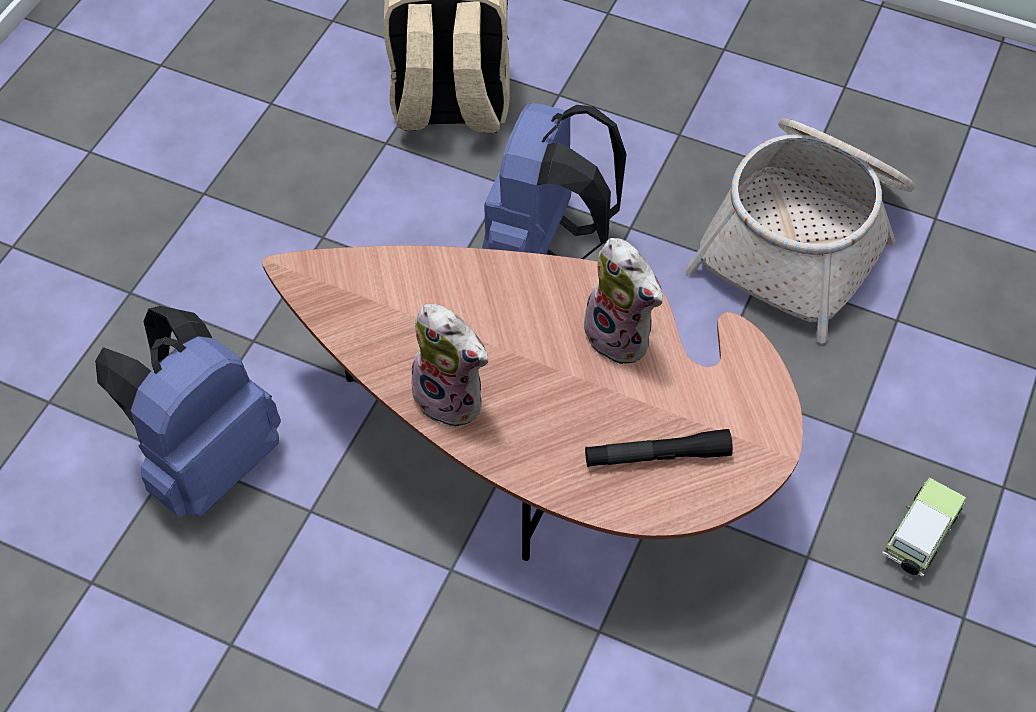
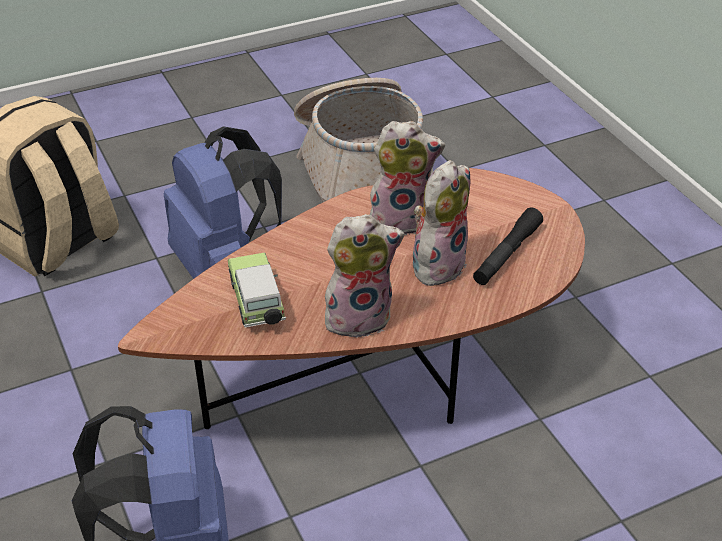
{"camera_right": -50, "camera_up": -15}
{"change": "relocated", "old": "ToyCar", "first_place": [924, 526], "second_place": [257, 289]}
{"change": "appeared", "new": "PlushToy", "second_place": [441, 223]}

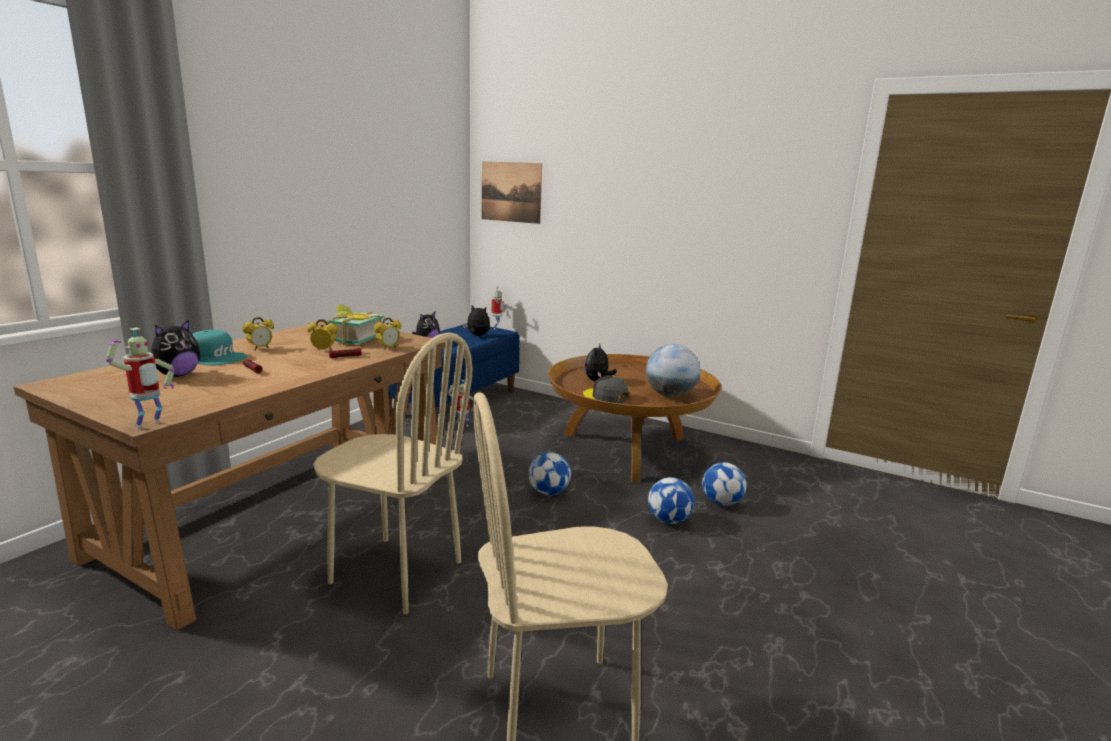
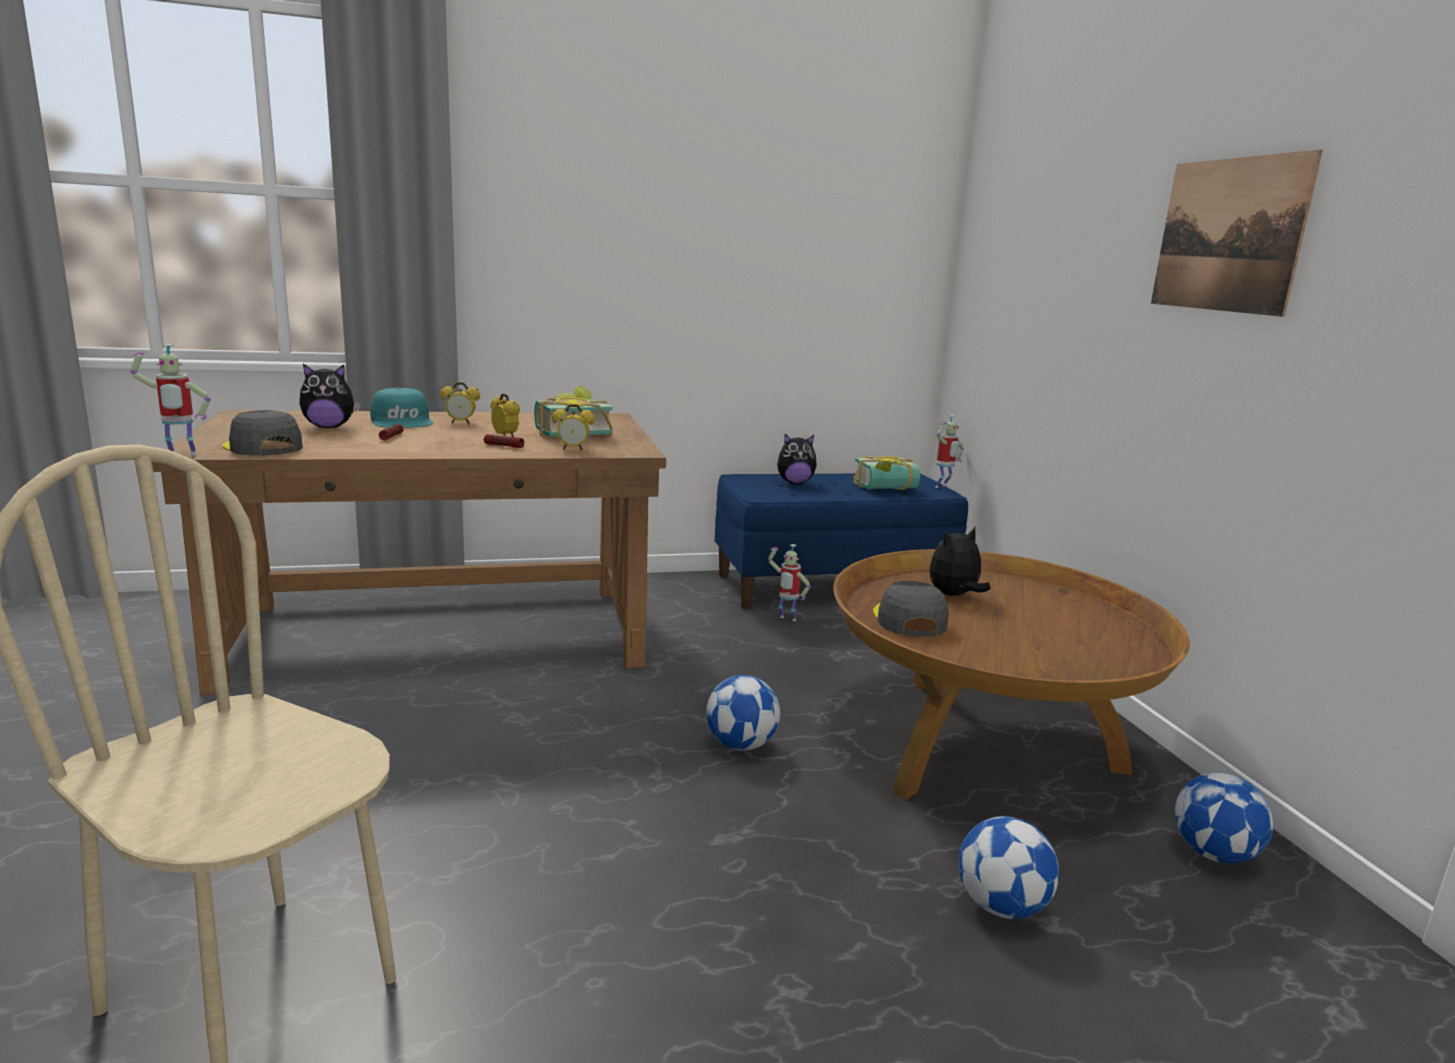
{"camera_right": 45, "camera_up": 0}
{"change": "relocated", "old": "Picture", "first_place": [512, 193], "second_place": [1237, 233]}
{"change": "exchanged", "old": "PlushToy", "new": "Book", "first_place": [476, 320], "second_place": [886, 473]}
{"change": "missing", "old": "BeigeChair", "first_place": [392, 473]}
{"change": "missing", "old": "Globe", "first_place": [673, 370]}
{"change": "relocated", "old": "Football", "first_place": [671, 500], "second_place": [1224, 818]}
{"change": "appeared", "new": "GreyCap", "second_place": [262, 433]}

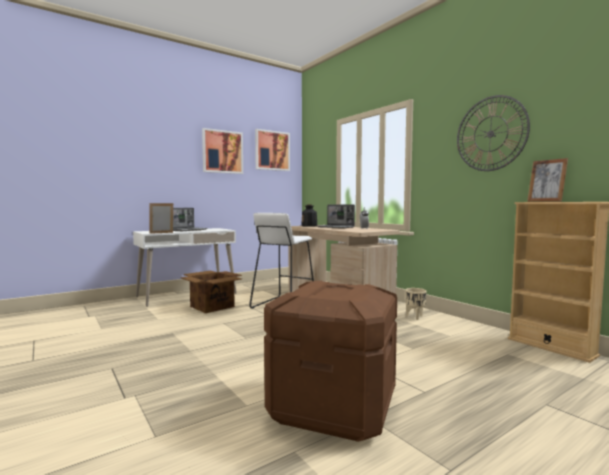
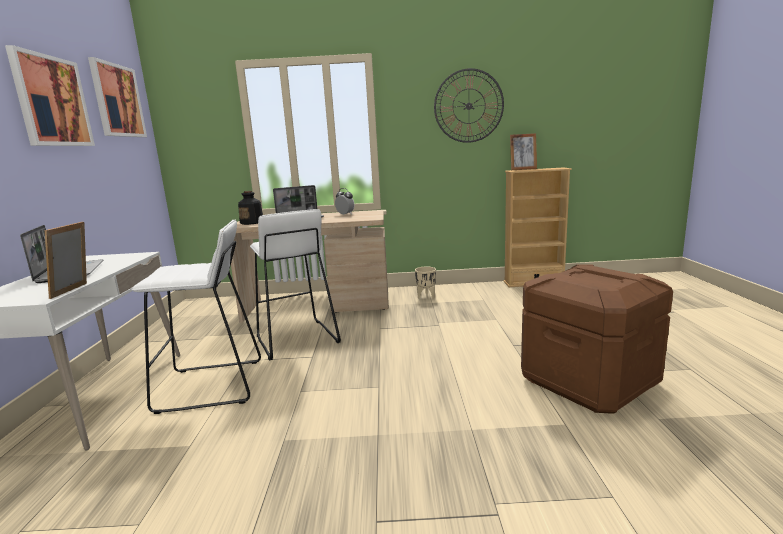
{"camera_right": -55, "camera_up": 10}
{"change": "exchanged", "old": "CardboardBox", "new": "WhiteStool", "first_place": [211, 292], "second_place": [196, 316]}

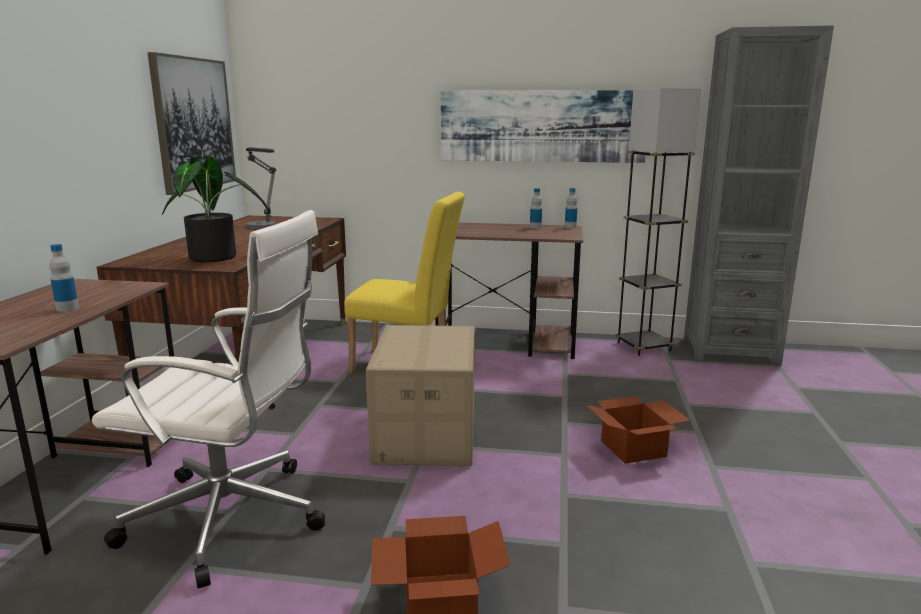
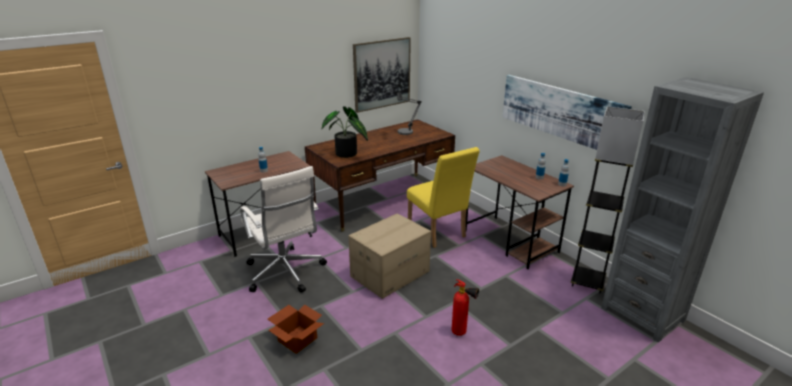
{"camera_right": 45, "camera_up": 10}
{"change": "exchanged", "old": "CardboardBox", "new": "FireExtinguisher", "first_place": [638, 430], "second_place": [465, 307]}

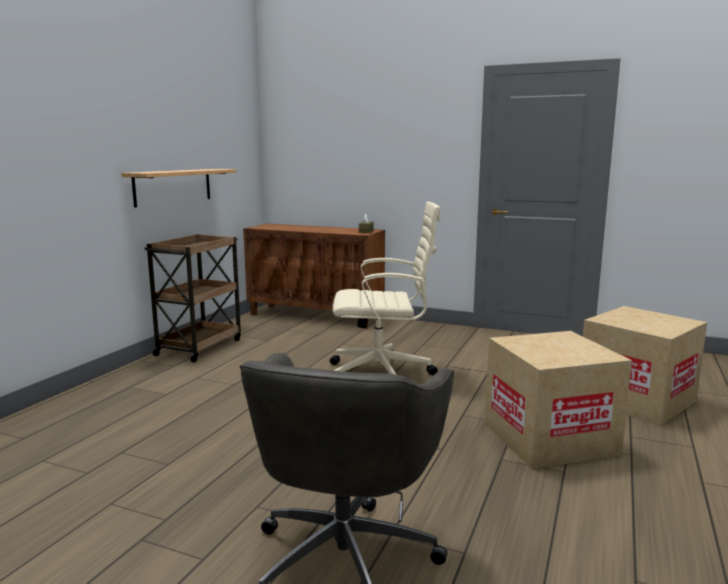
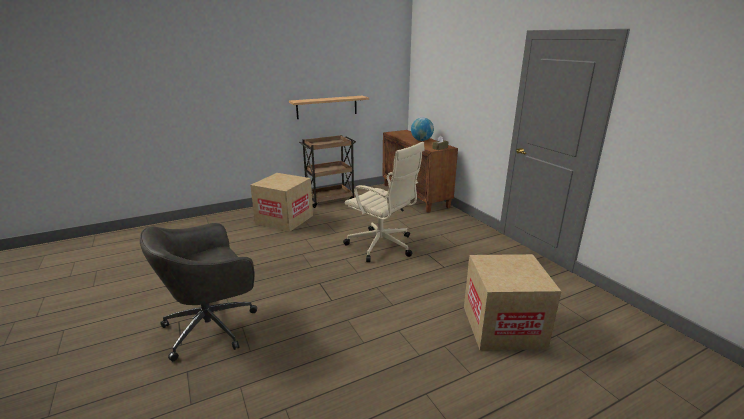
{"camera_right": 40, "camera_up": 10}
{"change": "relocated", "old": "CardboardBox", "first_place": [558, 400], "second_place": [281, 202]}
{"change": "appeared", "new": "Globe", "second_place": [422, 129]}

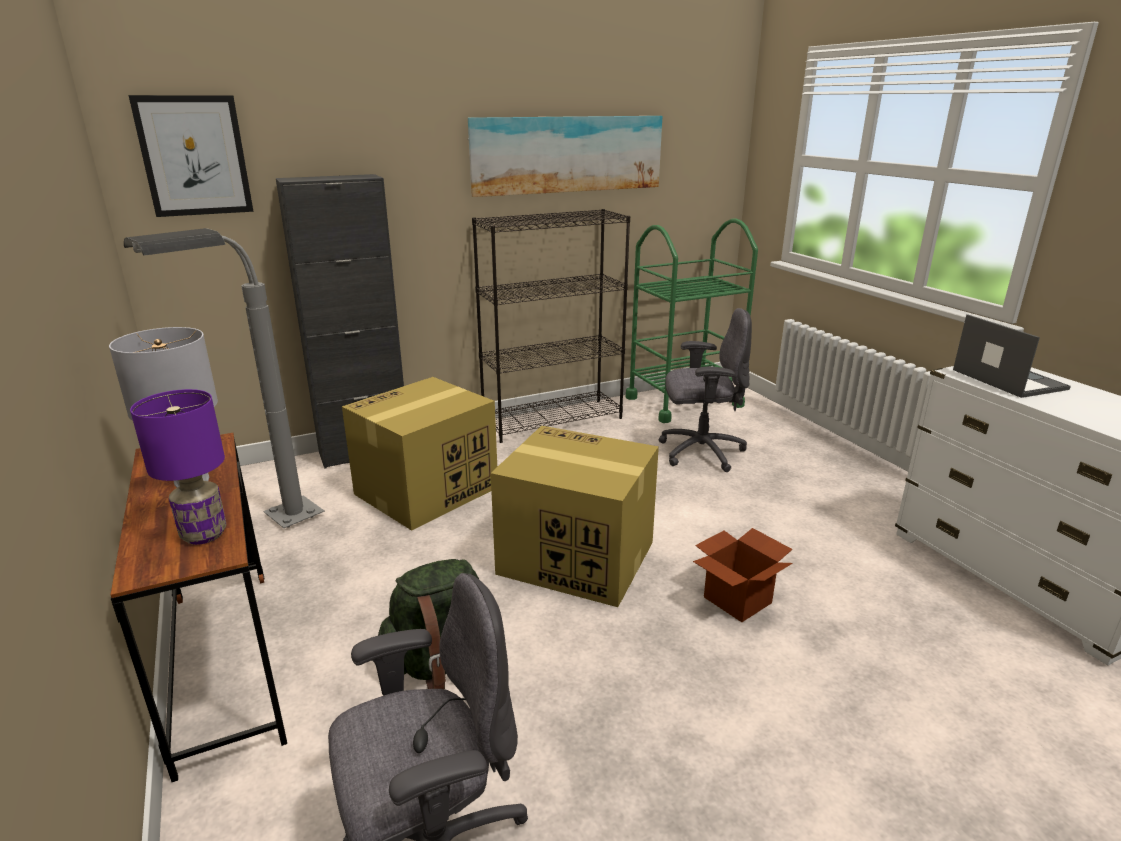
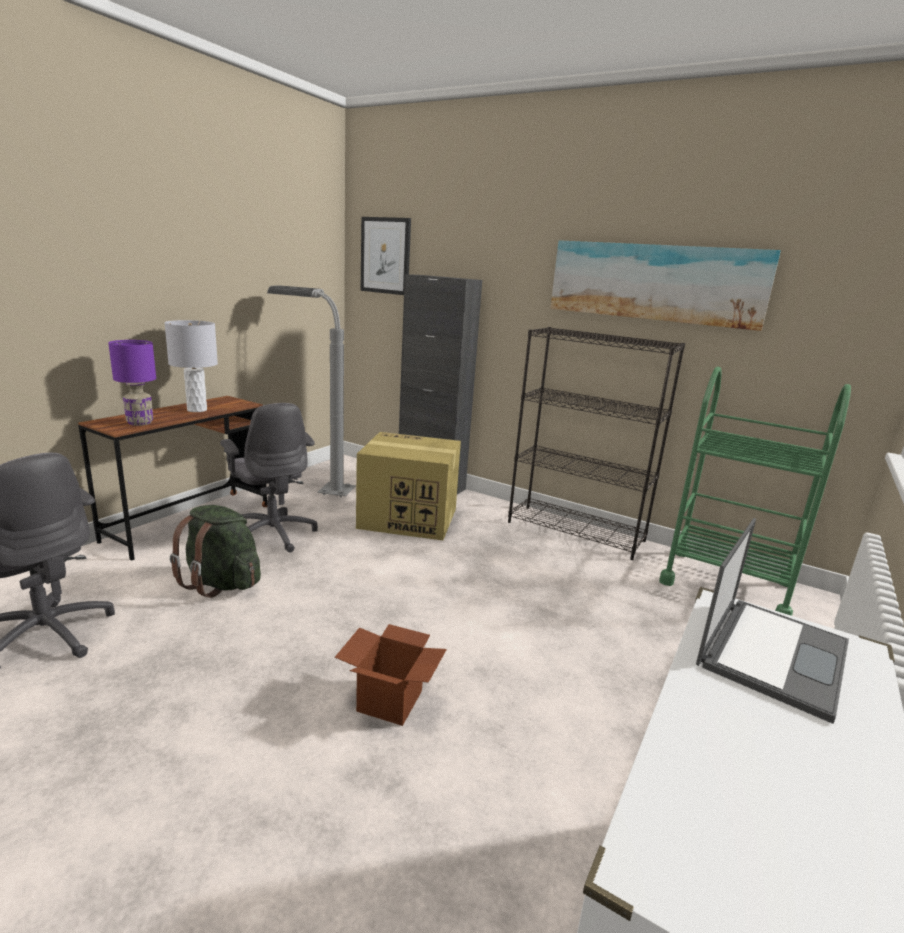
{"camera_right": 55, "camera_up": -5}
{"change": "relocated", "old": "GreyOfficeChair", "first_place": [705, 390], "second_place": [269, 477]}
{"change": "missing", "old": "CardboardBox", "first_place": [575, 516]}

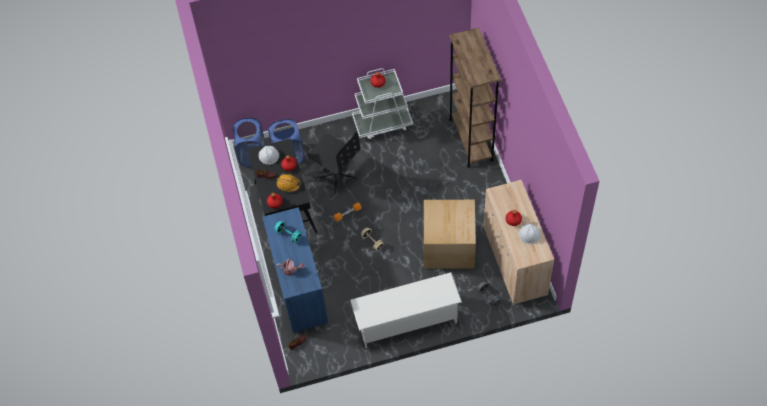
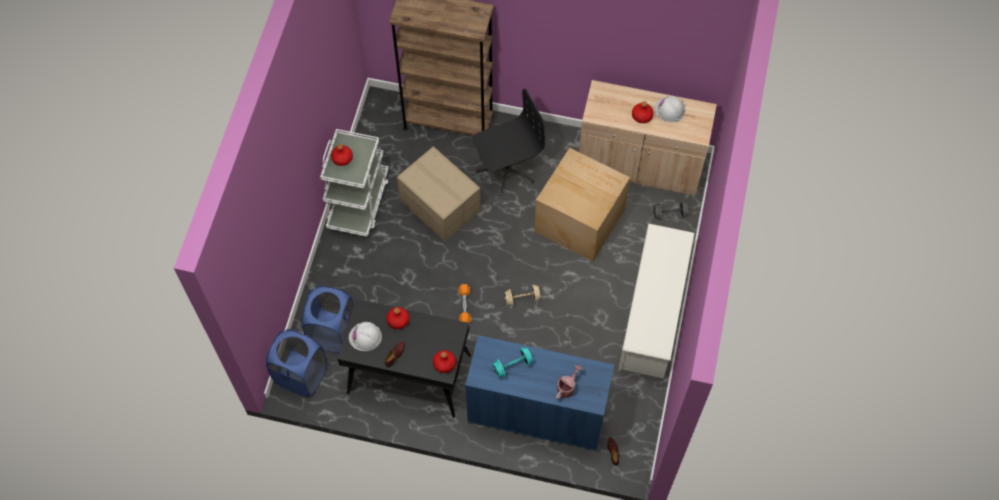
{"camera_right": -65, "camera_up": 5}
{"change": "relocated", "old": "BlackOfficeChair", "first_place": [333, 162], "second_place": [508, 142]}
{"change": "missing", "old": "OrangeHardHat", "first_place": [288, 182]}
{"change": "appeared", "new": "CardboardBox", "second_place": [439, 194]}

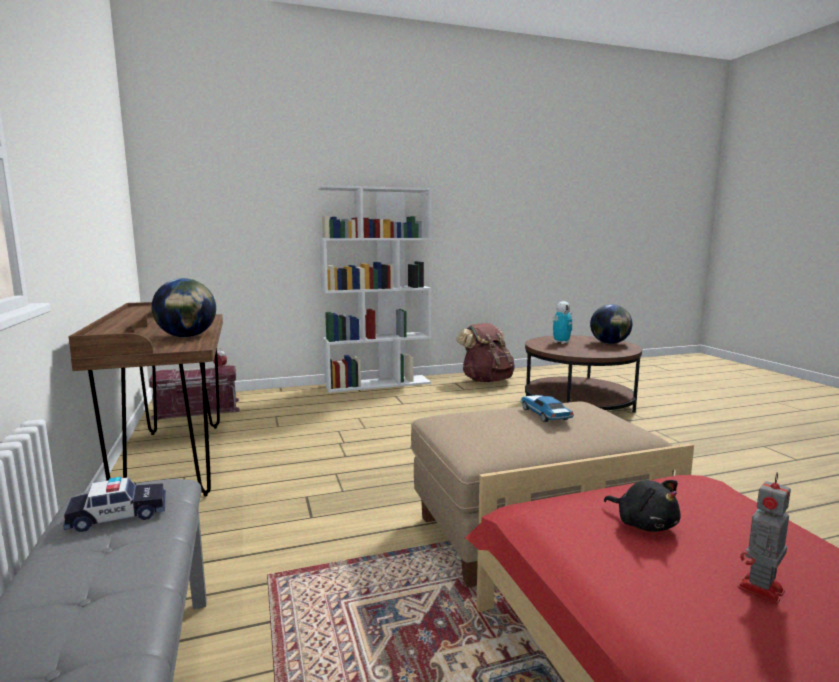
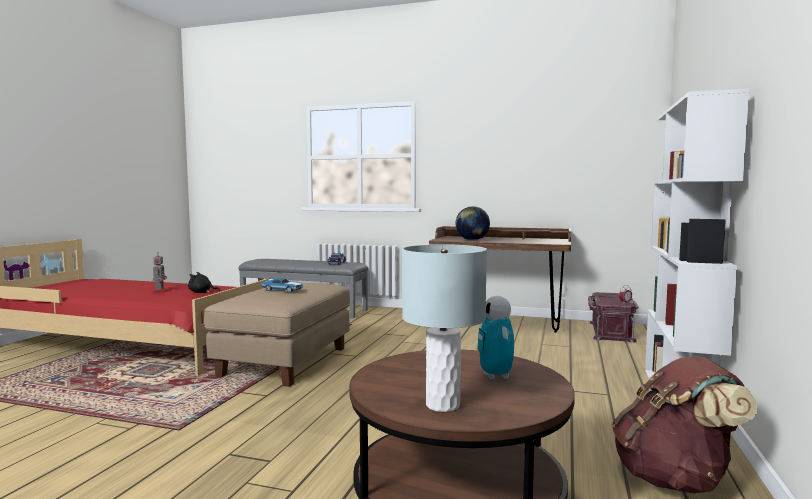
{"camera_right": 125, "camera_up": -5}
{"change": "exchanged", "old": "Globe", "new": "GreyTableLamp", "first_place": [611, 324], "second_place": [444, 328]}

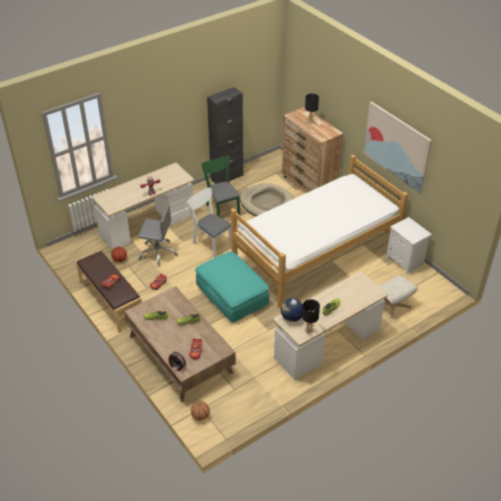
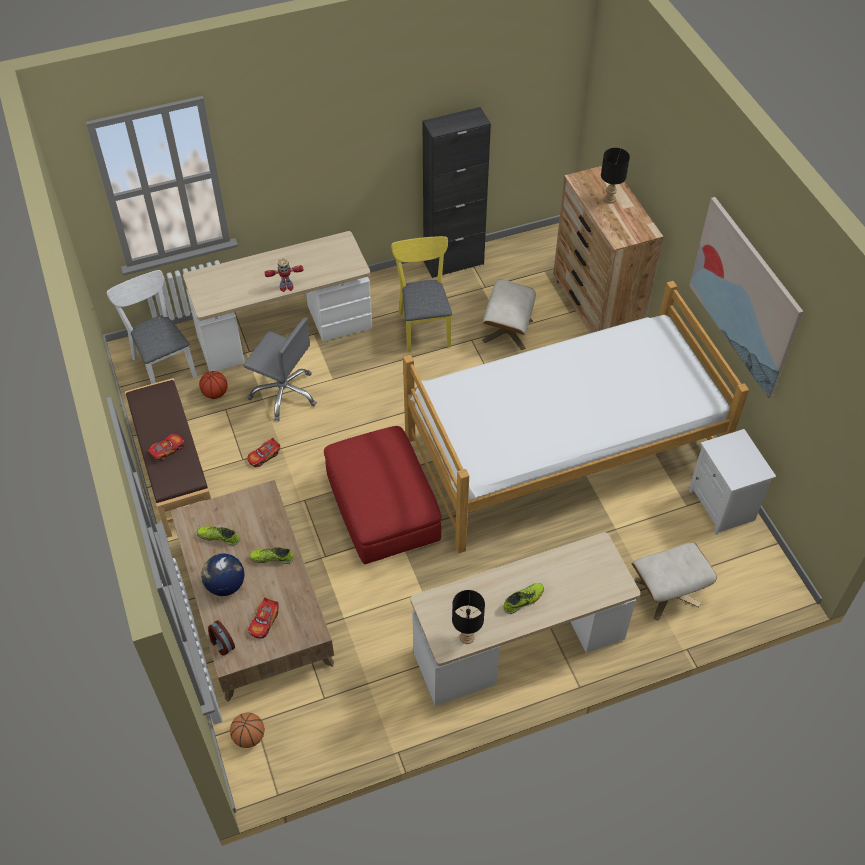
{"camera_right": 15, "camera_up": 10}
{"change": "colour", "old": "GreenChair", "new": "YellowChair", "first_place": [220, 186], "second_place": [421, 294]}
{"change": "exchanged", "old": "BeigeDogBed", "new": "BeigeOttoman", "first_place": [267, 199], "second_place": [509, 315]}
{"change": "relocated", "old": "WhiteChair", "first_place": [209, 222], "second_place": [152, 327]}
{"change": "colour", "old": "TurquoiseOttoman", "new": "RedOttoman", "first_place": [232, 287], "second_place": [383, 495]}
{"change": "relocated", "old": "Globe", "first_place": [292, 310], "second_place": [222, 575]}

